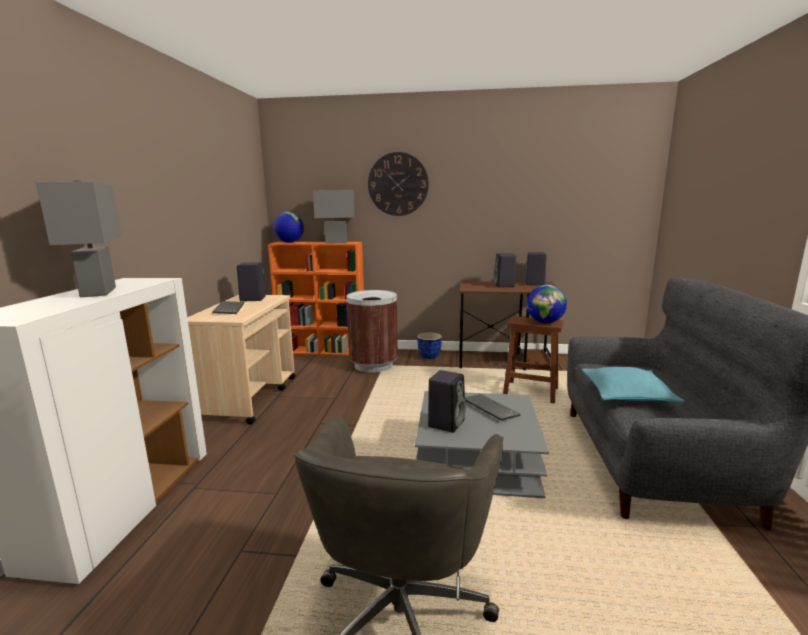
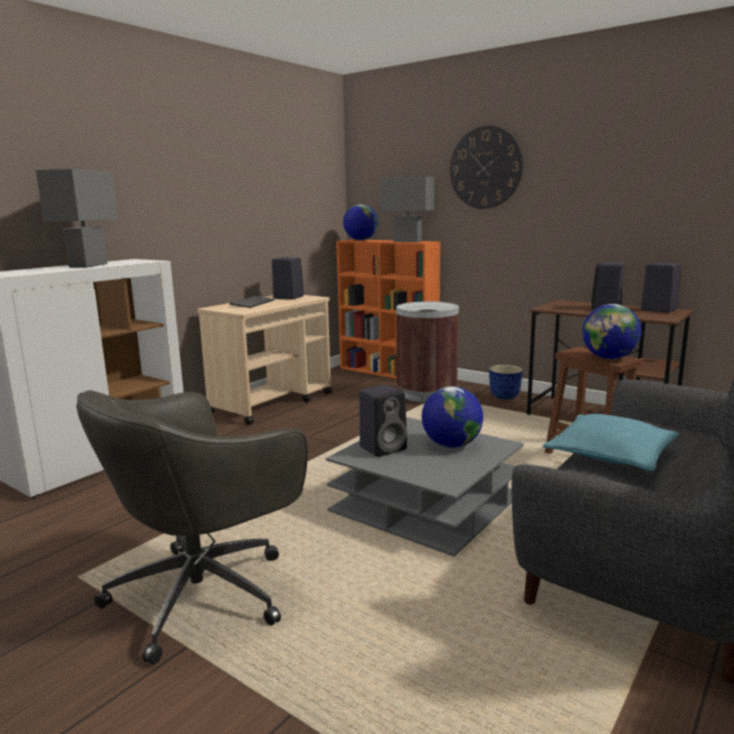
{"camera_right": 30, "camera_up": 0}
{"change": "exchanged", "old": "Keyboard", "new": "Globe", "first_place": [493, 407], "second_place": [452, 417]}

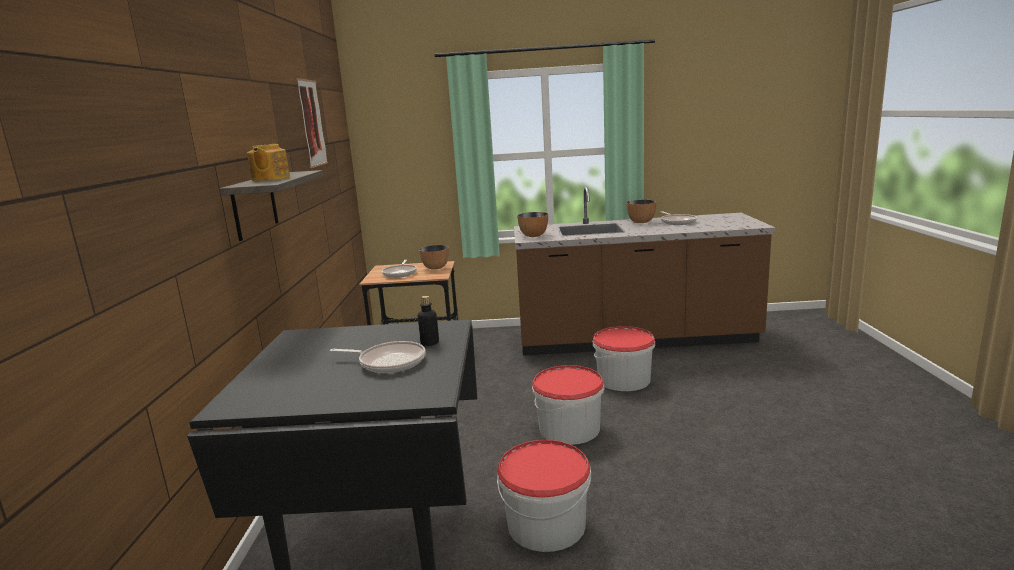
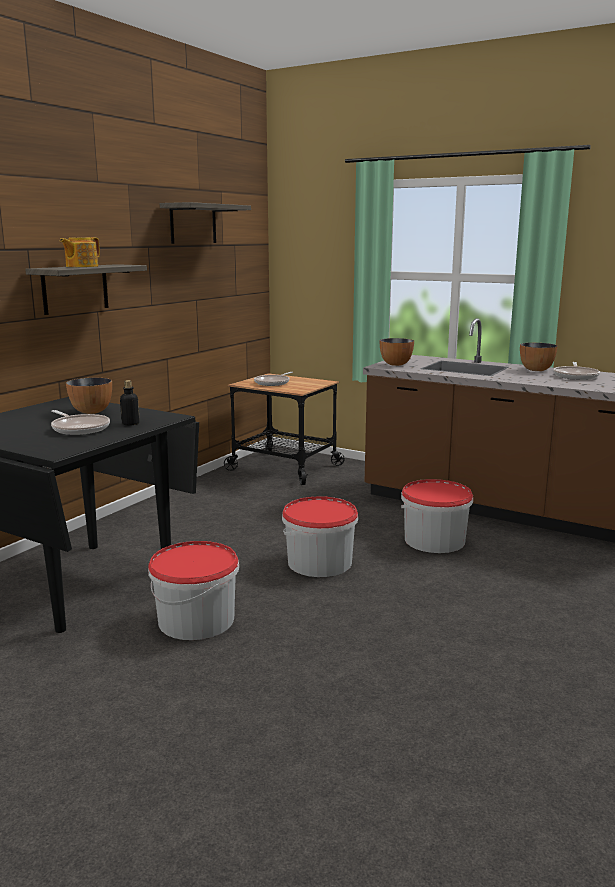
{"camera_right": 30, "camera_up": 0}
{"change": "exchanged", "old": "Picture", "new": "Shelf", "first_place": [312, 123], "second_place": [205, 223]}
{"change": "relocated", "old": "Bowl", "first_place": [434, 257], "second_place": [89, 396]}

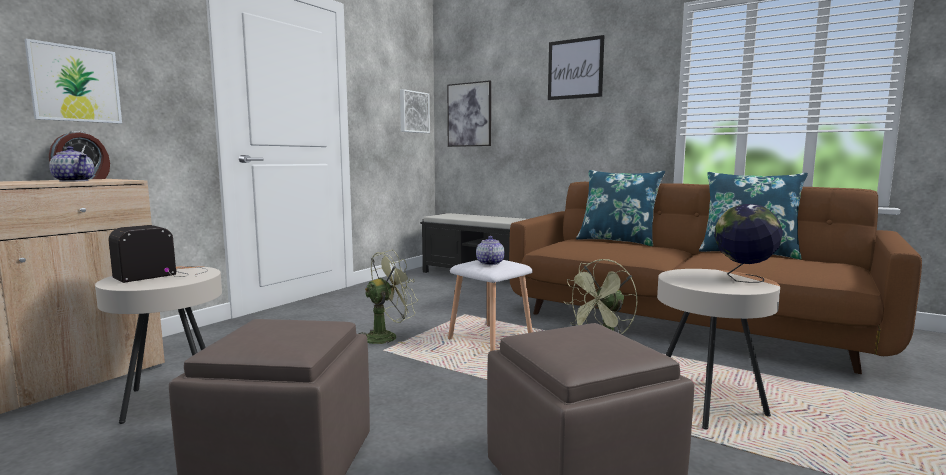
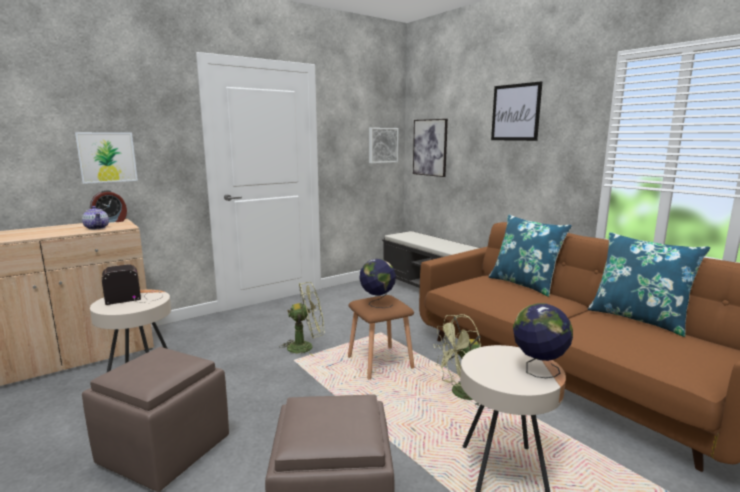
{"camera_right": 20, "camera_up": 5}
{"change": "exchanged", "old": "Teapot", "new": "Globe", "first_place": [490, 250], "second_place": [377, 283]}
{"change": "colour", "old": "WhiteStool", "new": "BrownStool", "first_place": [490, 305], "second_place": [381, 337]}

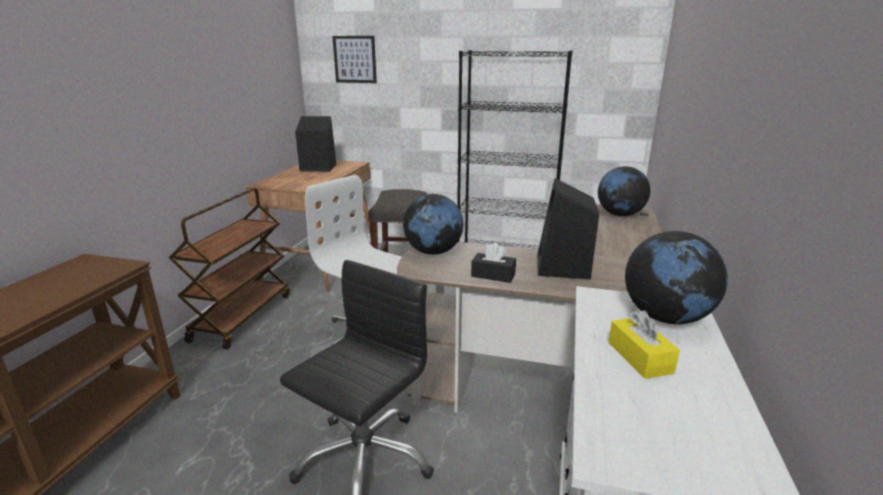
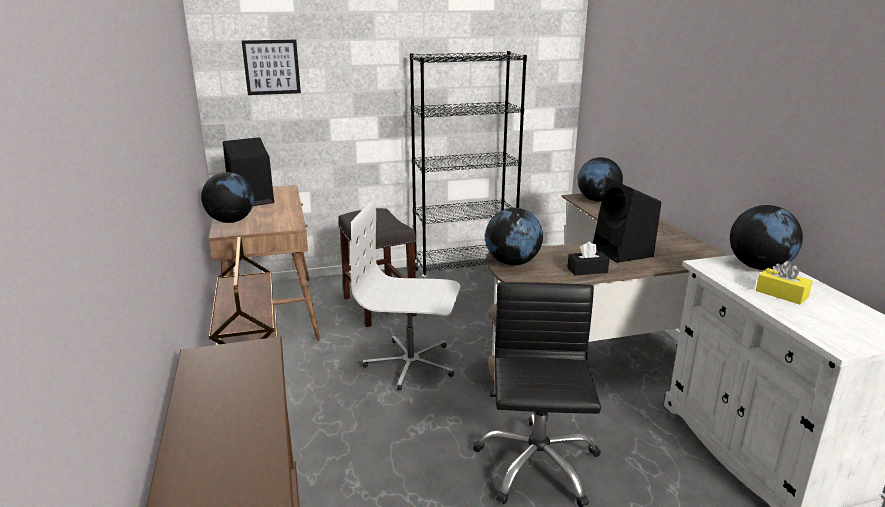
{"camera_right": -30, "camera_up": 0}
{"change": "appeared", "new": "Globe", "second_place": [227, 197]}

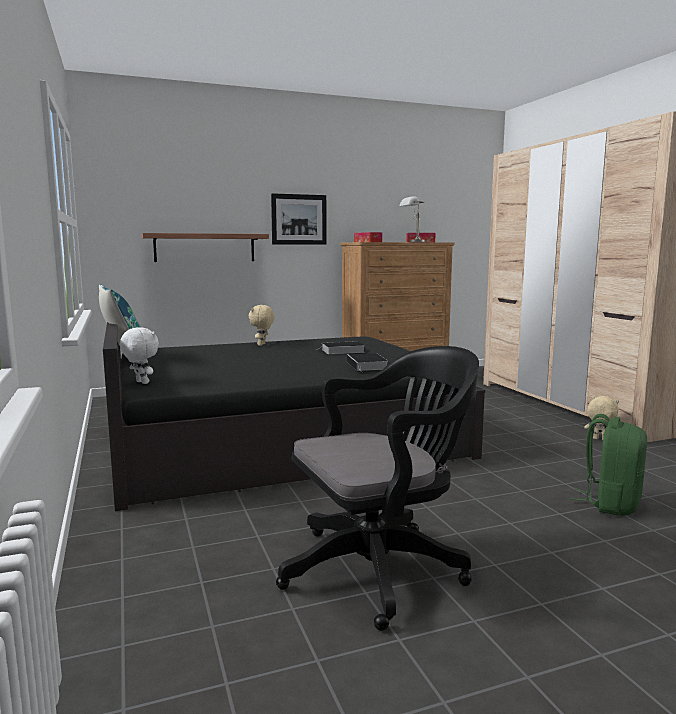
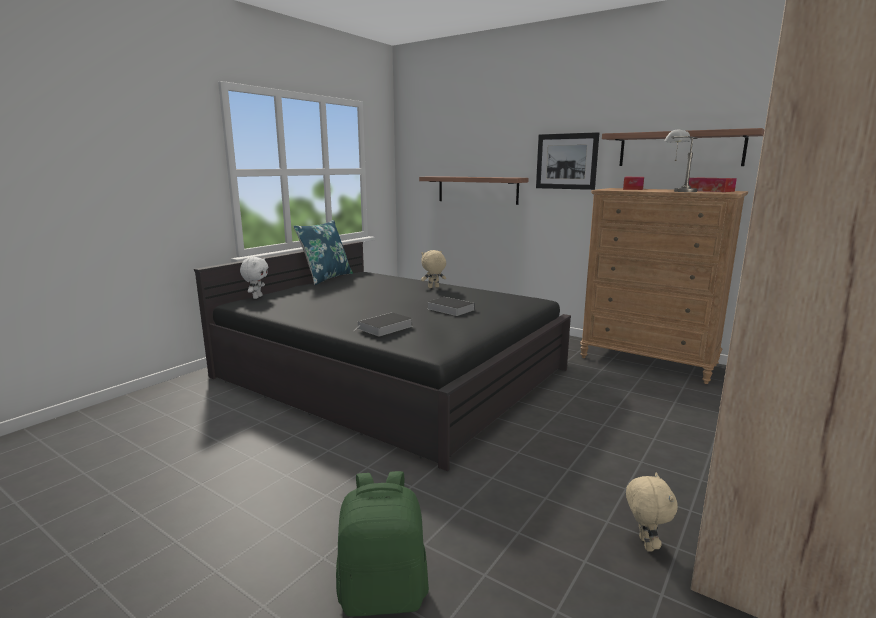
{"camera_right": 55, "camera_up": 5}
{"change": "missing", "old": "BlackOfficeChair", "first_place": [377, 488]}
{"change": "appeared", "new": "Shelf", "second_place": [683, 147]}

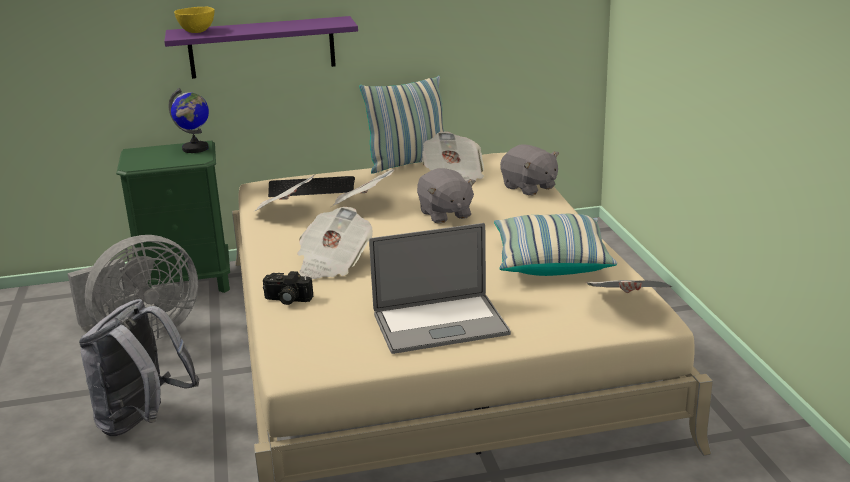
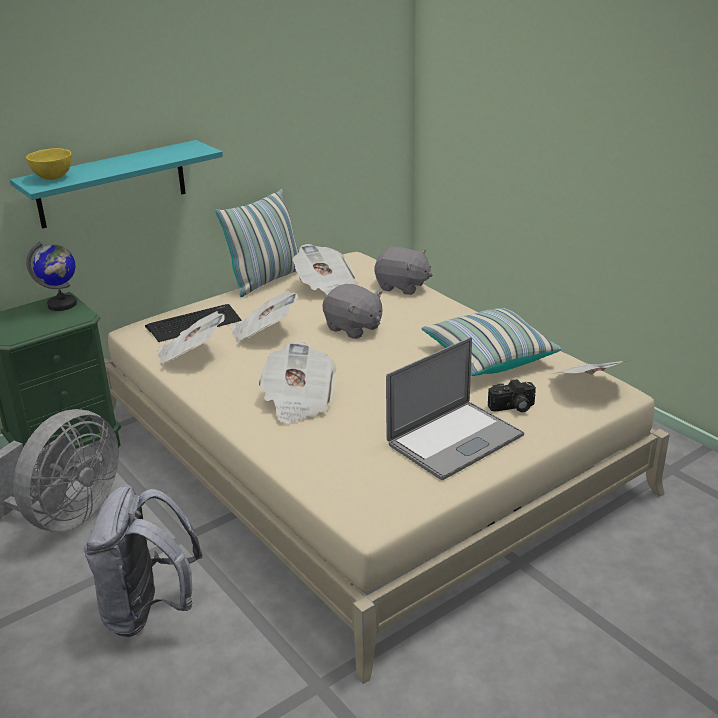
{"camera_right": -25, "camera_up": 5}
{"change": "colour", "old": "PurpleShelf", "new": "TurquoiseShelf", "first_place": [261, 47], "second_place": [116, 184]}
{"change": "relocated", "old": "PhotoCamera", "first_place": [288, 288], "second_place": [512, 395]}

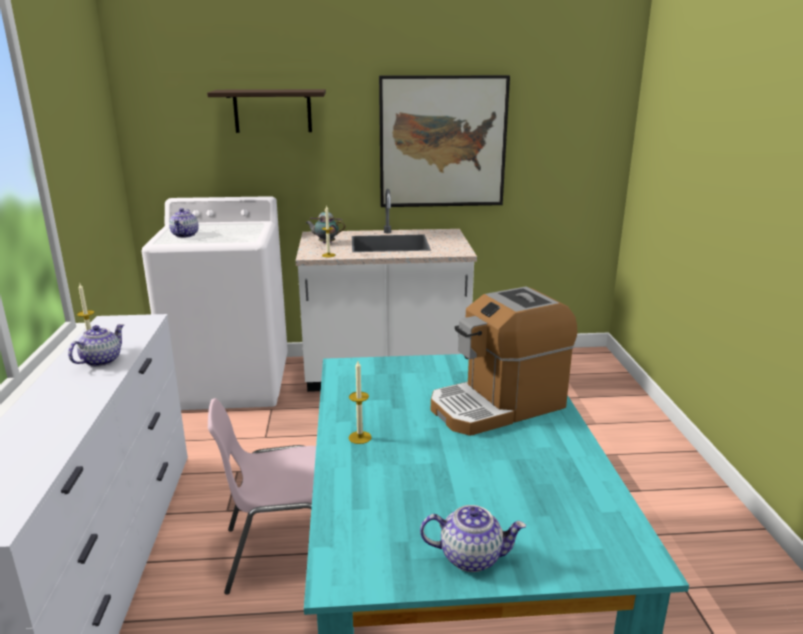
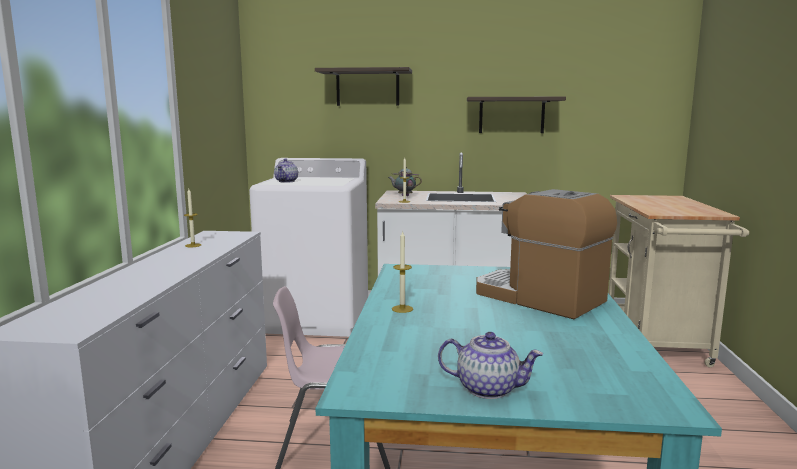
{"camera_right": 10, "camera_up": -10}
{"change": "exchanged", "old": "Picture", "new": "Shelf", "first_place": [444, 141], "second_place": [516, 115]}
{"change": "spun", "old": "CoffeeMachine", "first_place": [504, 361], "second_place": [546, 254], "degrees": 60}
{"change": "missing", "old": "Teapot", "first_place": [96, 345]}
{"change": "appeared", "new": "BeigeCart", "second_place": [679, 281]}

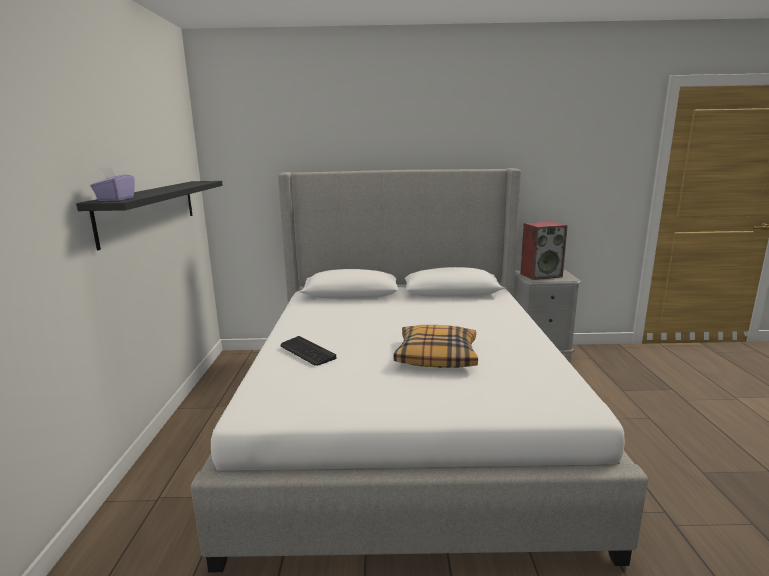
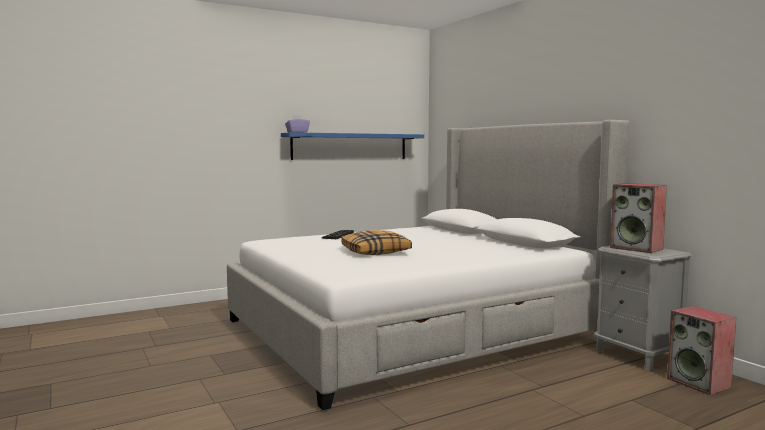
{"camera_right": 60, "camera_up": -10}
{"change": "colour", "old": "BlackShelf", "new": "BlueShelf", "first_place": [149, 215], "second_place": [352, 146]}
{"change": "appeared", "new": "Speaker", "second_place": [701, 350]}

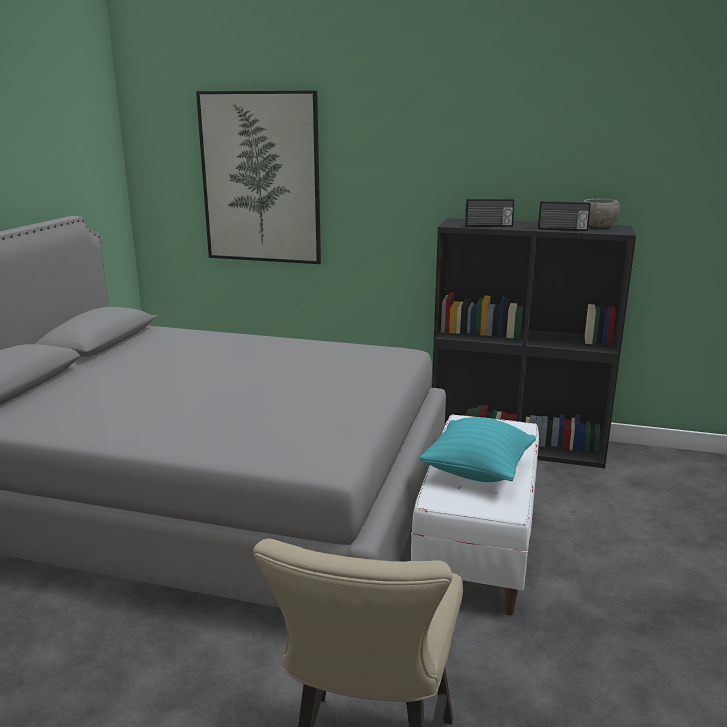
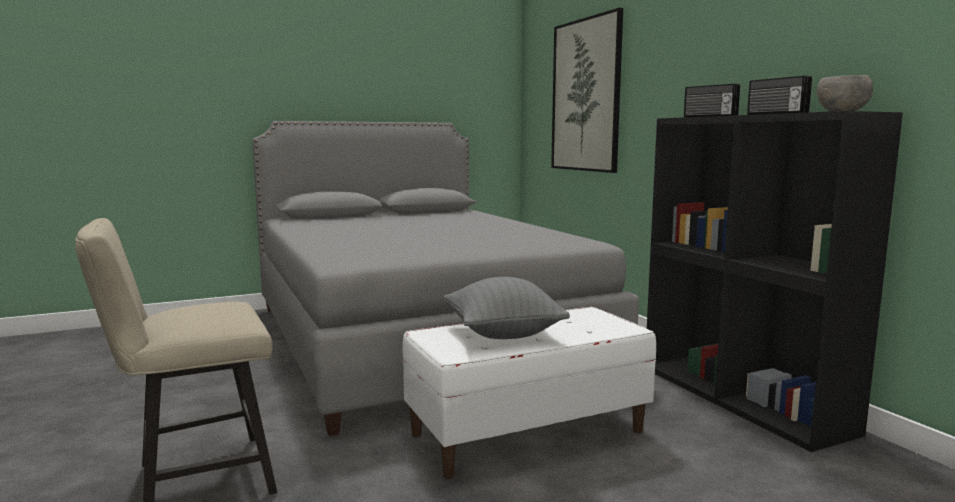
{"camera_right": 50, "camera_up": -10}
{"change": "colour", "old": "TurquoisePillow", "new": "GreyPillow", "first_place": [477, 449], "second_place": [507, 308]}

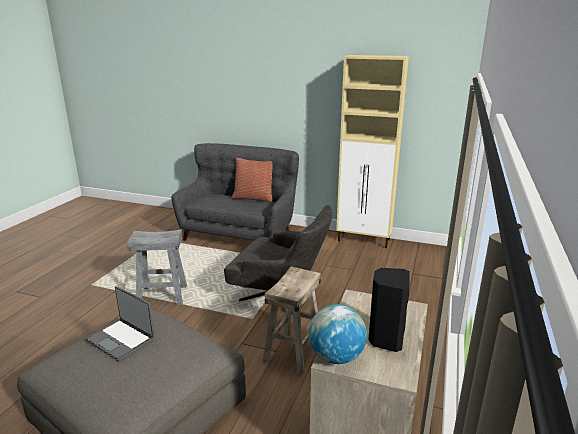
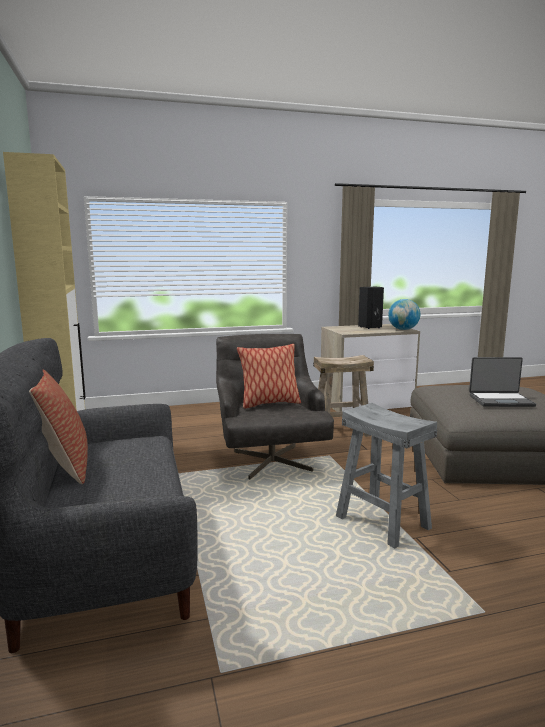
{"camera_right": -125, "camera_up": -10}
{"change": "spun", "old": "Laptop", "first_place": [120, 324], "second_place": [502, 382], "degrees": 90}
{"change": "appeared", "new": "Pillow", "second_place": [269, 376]}

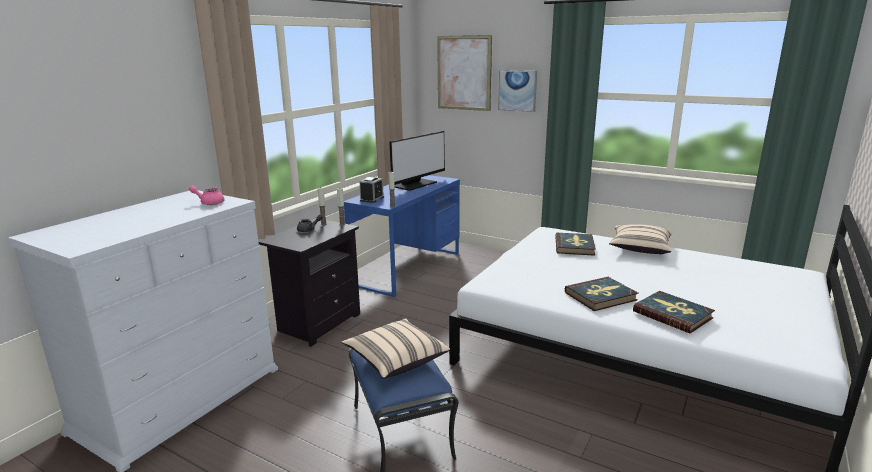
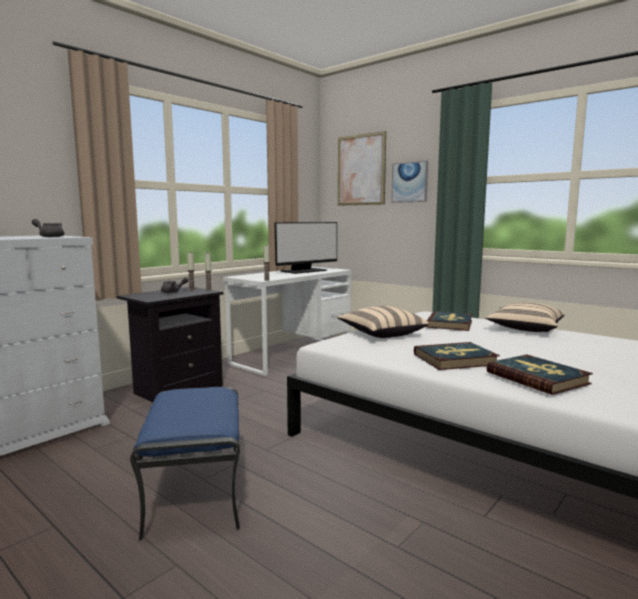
{"camera_right": 10, "camera_up": -10}
{"change": "colour", "old": "BlueDesk", "new": "WhiteDesk", "first_place": [402, 236], "second_place": [287, 321]}
{"change": "missing", "old": "AlarmClock", "first_place": [371, 190]}
{"change": "colour", "old": "PinkTeapot", "new": "GreyTeapot", "first_place": [207, 195], "second_place": [48, 228]}
{"change": "relocated", "old": "BeigePillow", "first_place": [396, 348], "second_place": [383, 322]}

